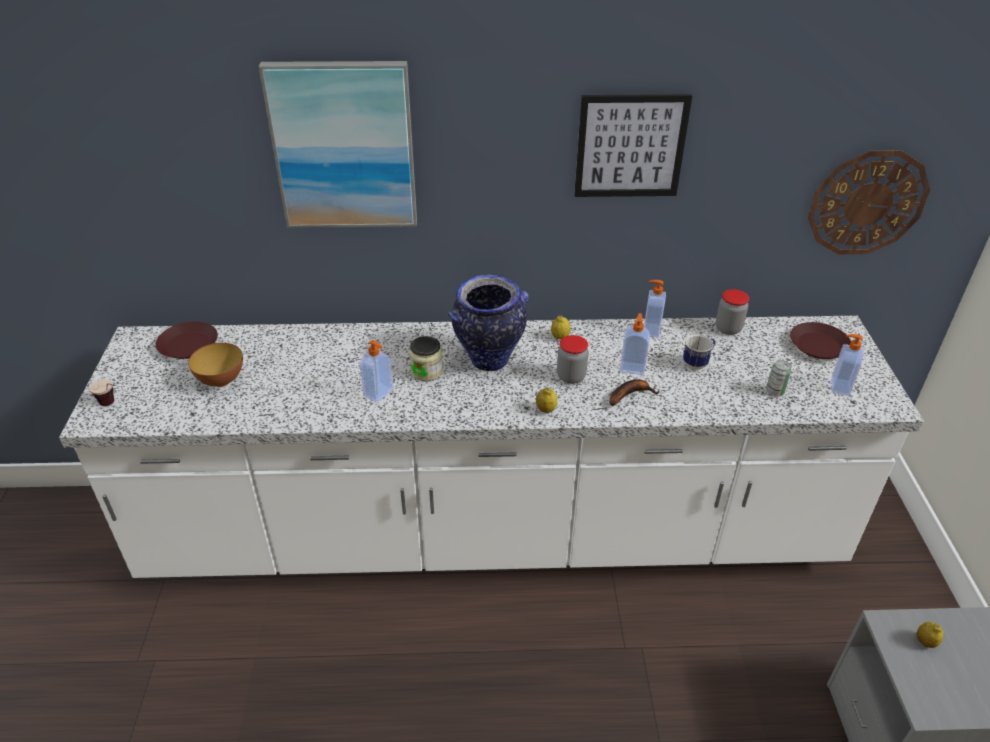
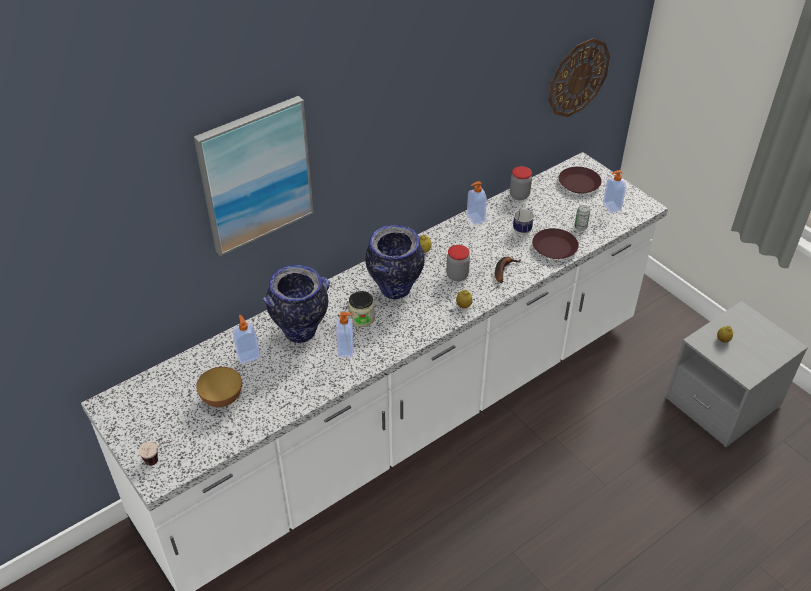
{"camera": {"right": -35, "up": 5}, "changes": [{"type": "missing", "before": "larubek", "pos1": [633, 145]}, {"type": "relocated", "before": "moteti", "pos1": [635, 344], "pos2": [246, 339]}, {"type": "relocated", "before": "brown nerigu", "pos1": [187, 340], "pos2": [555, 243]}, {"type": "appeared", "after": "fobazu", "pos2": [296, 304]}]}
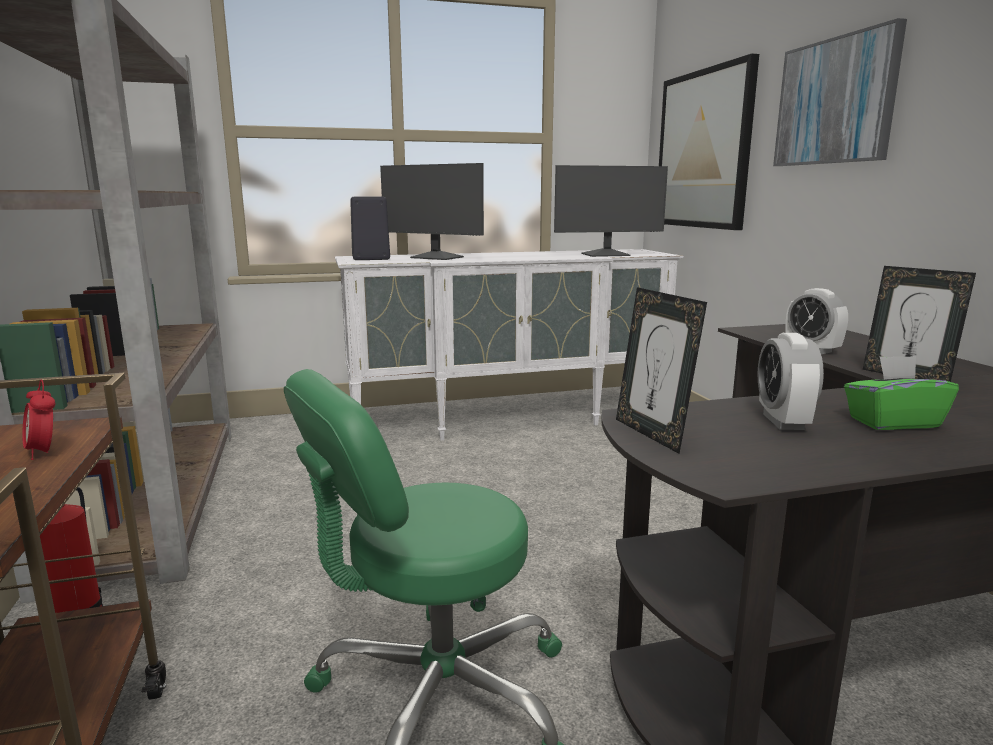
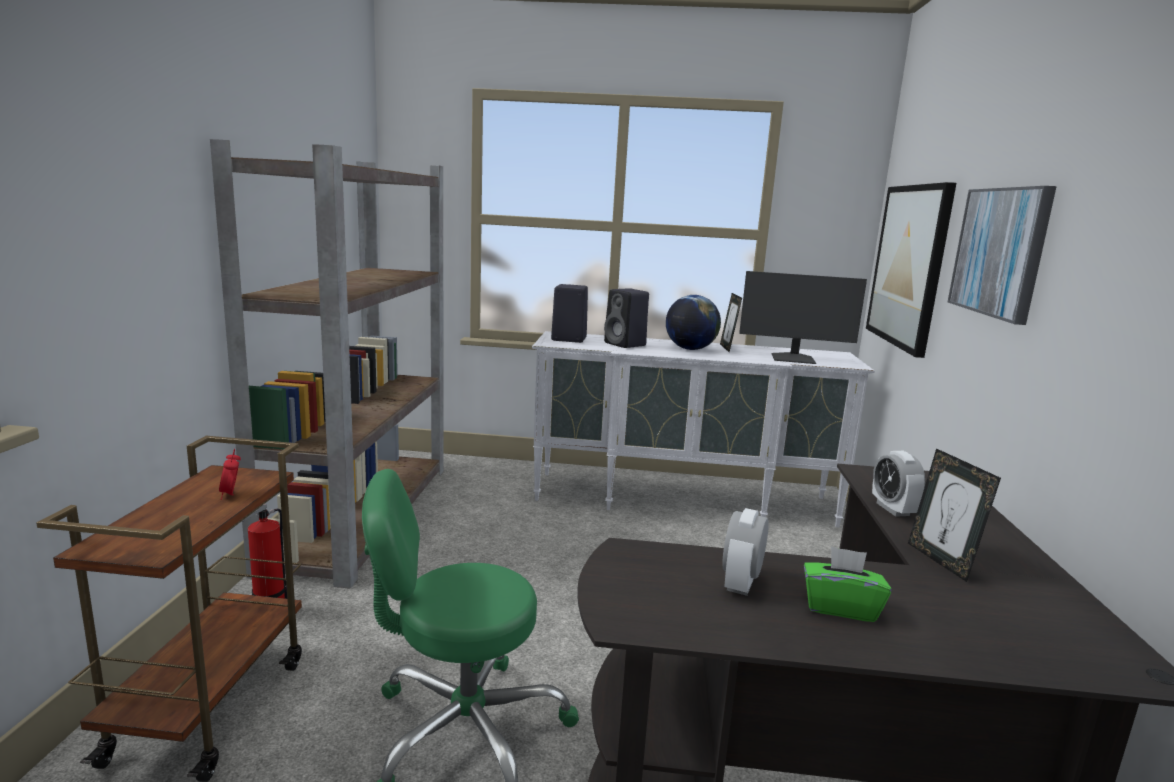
{"camera": {"right": 20, "up": 0}, "changes": [{"type": "exchanged", "before": "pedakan", "after": "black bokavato", "pos1": [432, 211], "pos2": [626, 318]}, {"type": "relocated", "before": "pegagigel", "pos1": [661, 370], "pos2": [731, 322]}, {"type": "appeared", "after": "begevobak", "pos2": [693, 322]}]}
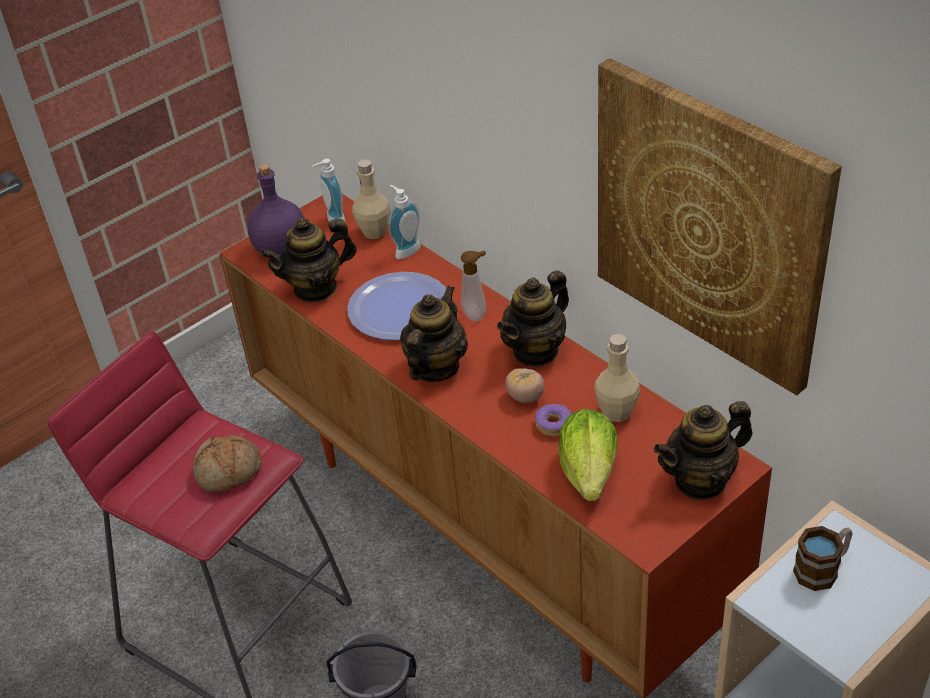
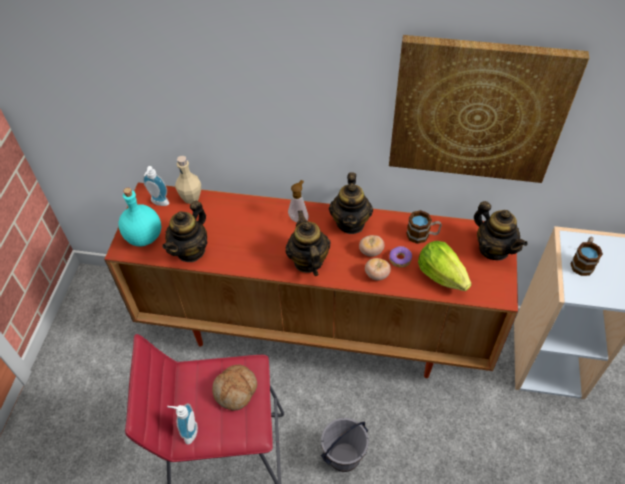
{"camera": {"right": -40, "up": 10}, "changes": [{"type": "colour", "before": "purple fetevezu", "after": "turquoise fetevezu", "pos1": [276, 209], "pos2": [140, 217]}, {"type": "relocated", "before": "moteti", "pos1": [404, 222], "pos2": [182, 424]}, {"type": "missing", "before": "nerigu", "pos1": [396, 306]}, {"type": "exchanged", "before": "beige fetevezu", "after": "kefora", "pos1": [617, 378], "pos2": [424, 227]}, {"type": "spun", "before": "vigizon", "pos1": [703, 450], "pos2": [501, 230], "turn": -60}, {"type": "appeared", "after": "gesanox", "pos2": [378, 269]}]}
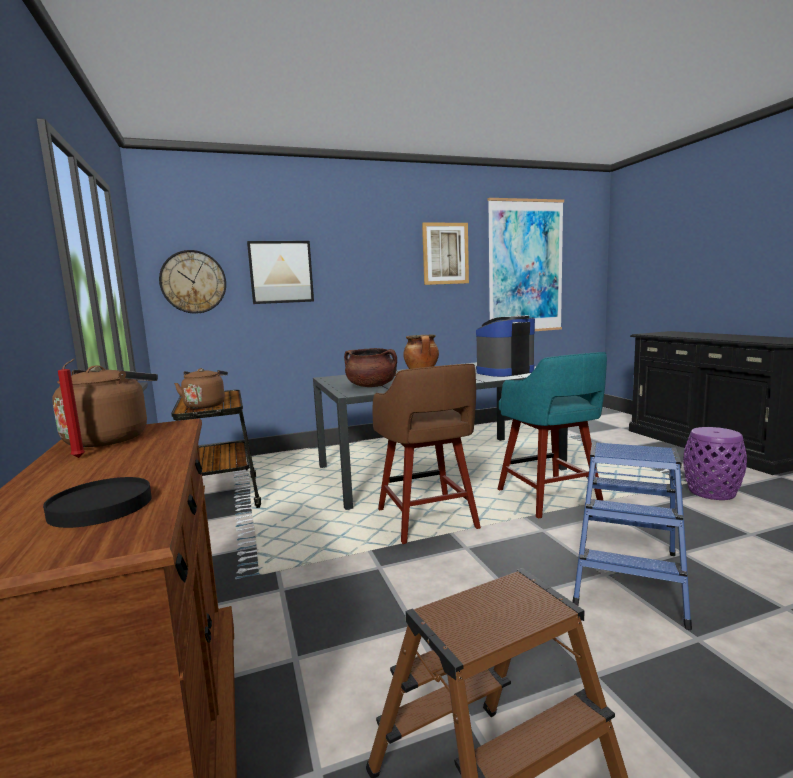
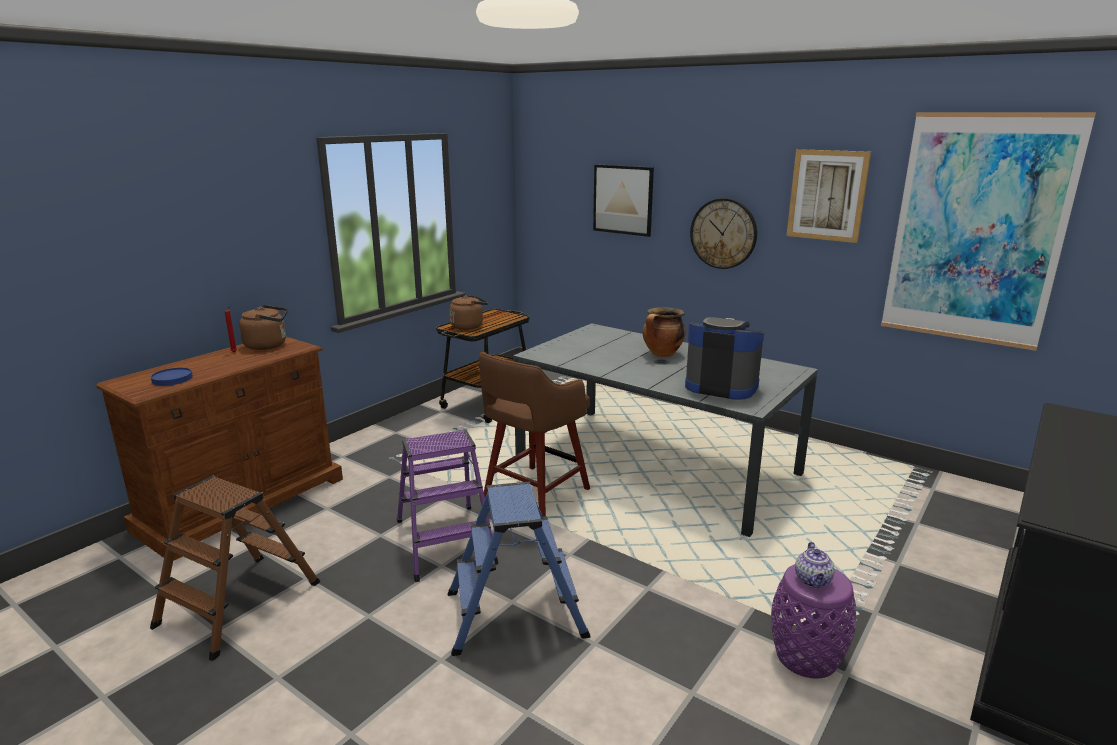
{"camera": {"right": 55, "up": 10}, "changes": [{"type": "relocated", "before": "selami", "pos1": [192, 282], "pos2": [723, 233]}, {"type": "missing", "before": "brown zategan", "pos1": [370, 367]}, {"type": "missing", "before": "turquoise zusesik", "pos1": [552, 435]}, {"type": "colour", "before": "black nerigu", "after": "blue nerigu", "pos1": [97, 502], "pos2": [172, 377]}, {"type": "appeared", "after": "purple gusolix", "pos2": [447, 505]}, {"type": "appeared", "after": "vigizon", "pos2": [815, 565]}]}
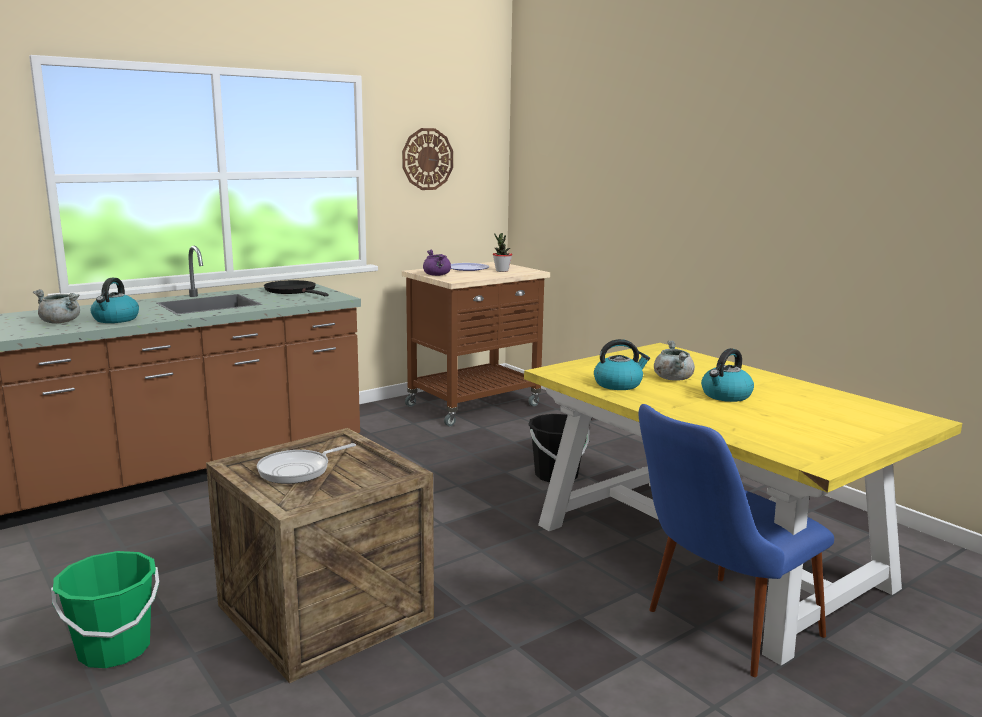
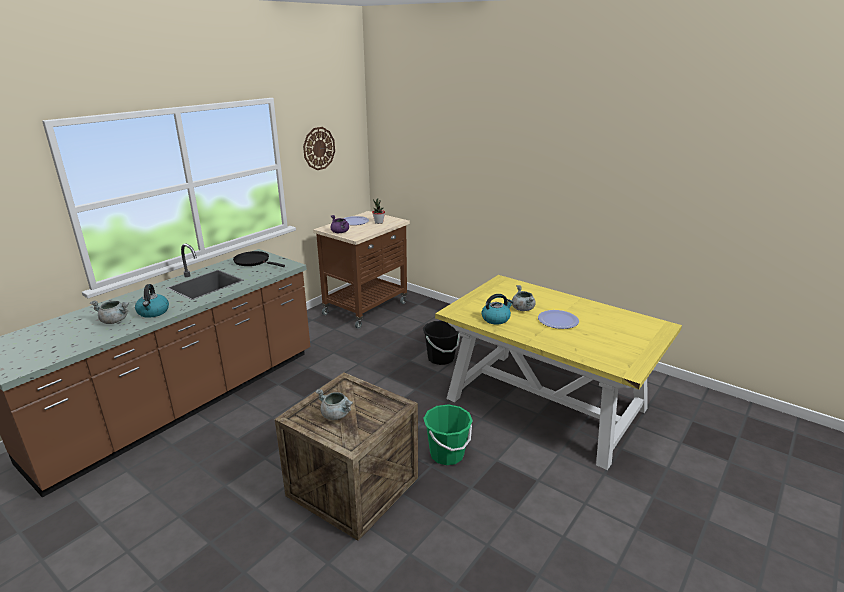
{"camera": {"right": -15, "up": 10}, "changes": [{"type": "exchanged", "before": "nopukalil", "after": "nerigu", "pos1": [727, 375], "pos2": [558, 319]}, {"type": "missing", "before": "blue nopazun", "pos1": [736, 540]}, {"type": "exchanged", "before": "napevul", "after": "grey zategan", "pos1": [306, 463], "pos2": [334, 404]}, {"type": "relocated", "before": "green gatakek", "pos1": [105, 609], "pos2": [448, 434]}]}
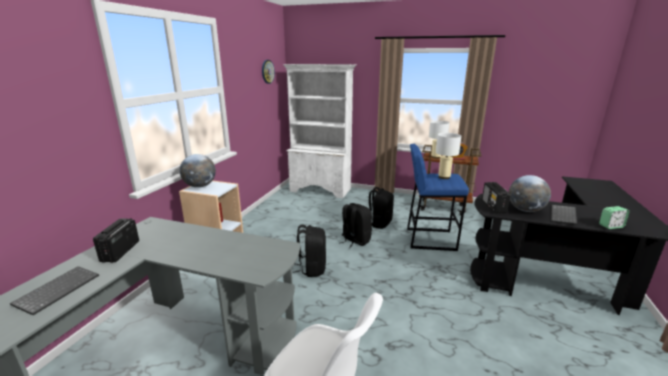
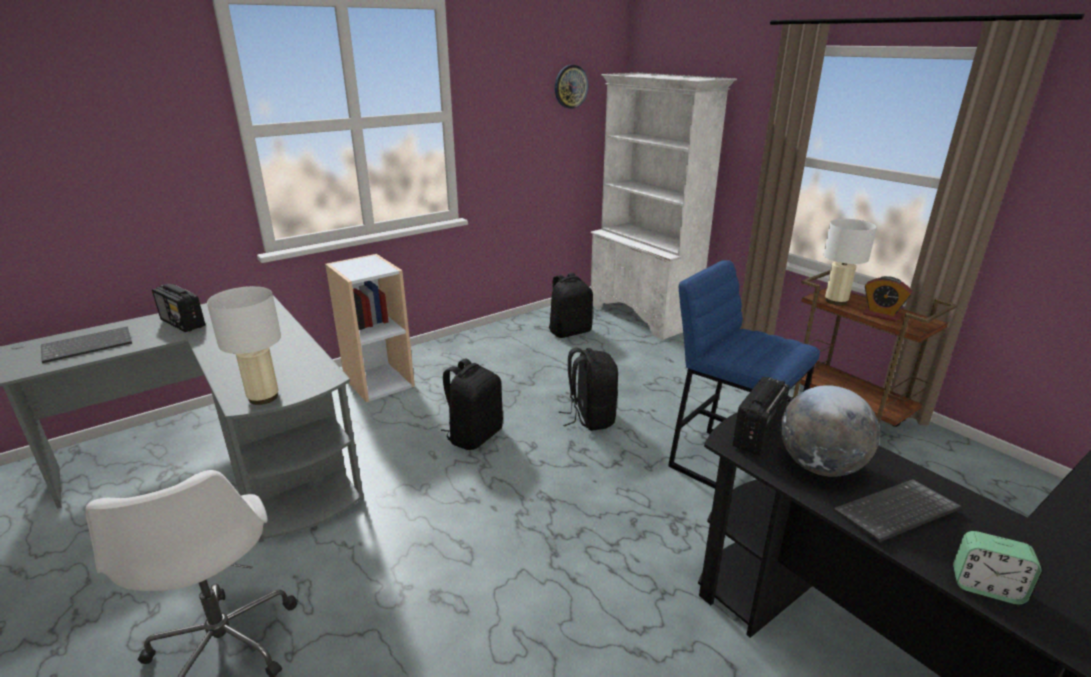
{"camera": {"right": 35, "up": 5}, "changes": [{"type": "relocated", "before": "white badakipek", "pos1": [448, 156], "pos2": [244, 345]}, {"type": "missing", "before": "begevobak", "pos1": [198, 171]}, {"type": "relocated", "before": "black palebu", "pos1": [381, 208], "pos2": [571, 305]}, {"type": "spun", "before": "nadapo", "pos1": [116, 240], "pos2": [178, 308], "turn": -90}]}
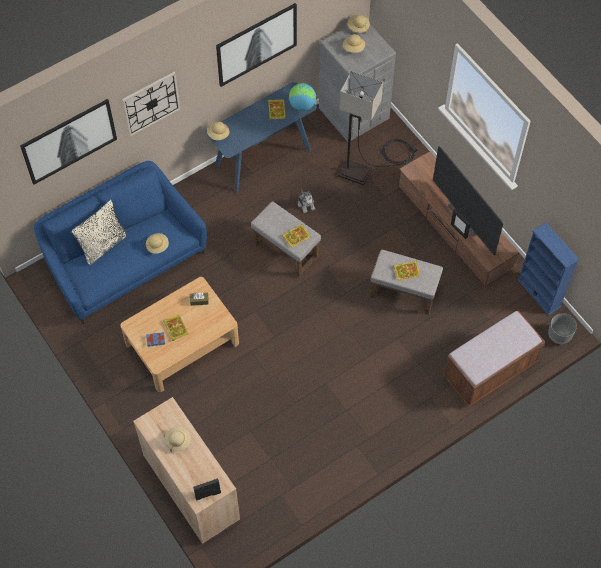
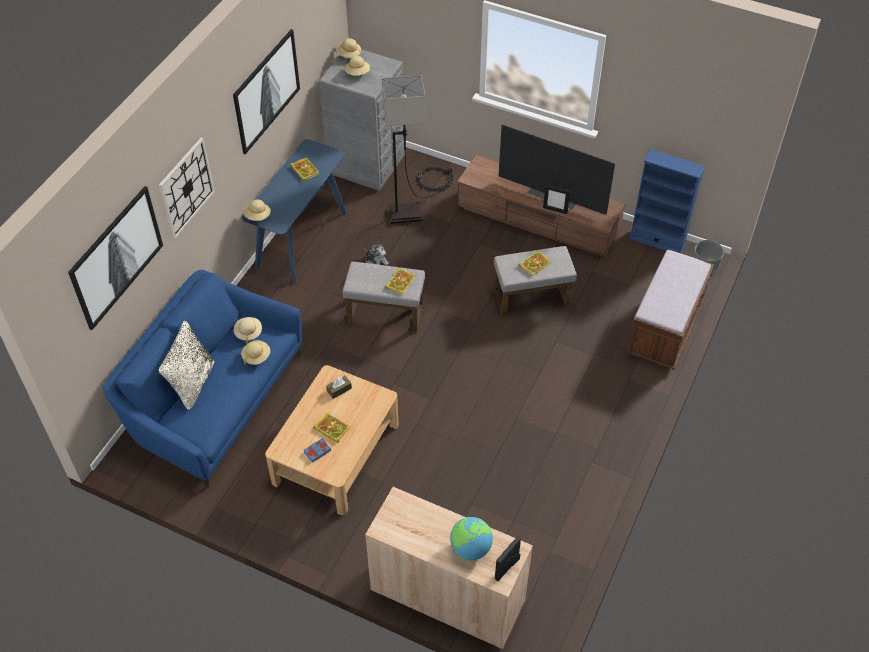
{"camera": {"right": -30, "up": -10}, "changes": [{"type": "relocated", "before": "begevobak", "pos1": [302, 97], "pos2": [471, 538]}, {"type": "relocated", "before": "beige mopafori", "pos1": [178, 439], "pos2": [248, 330]}]}
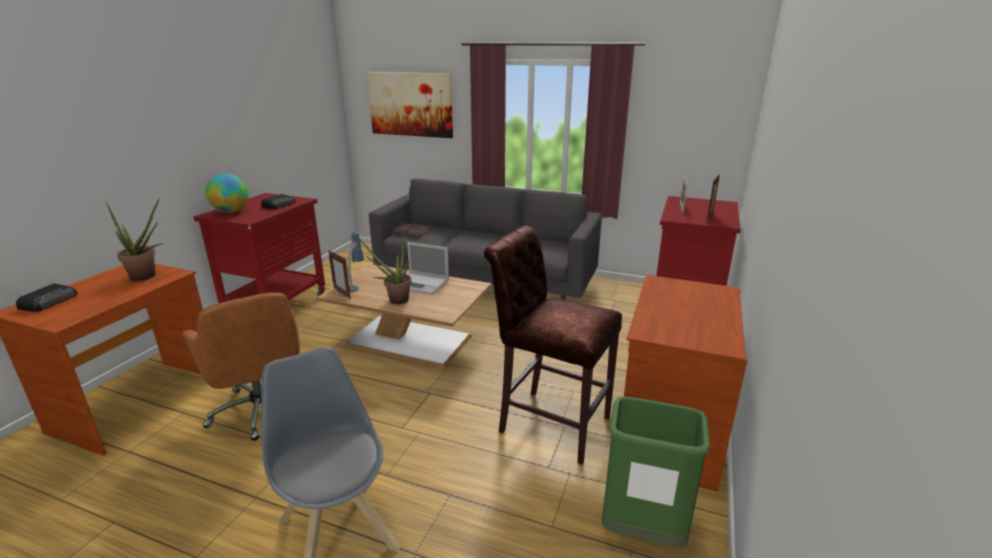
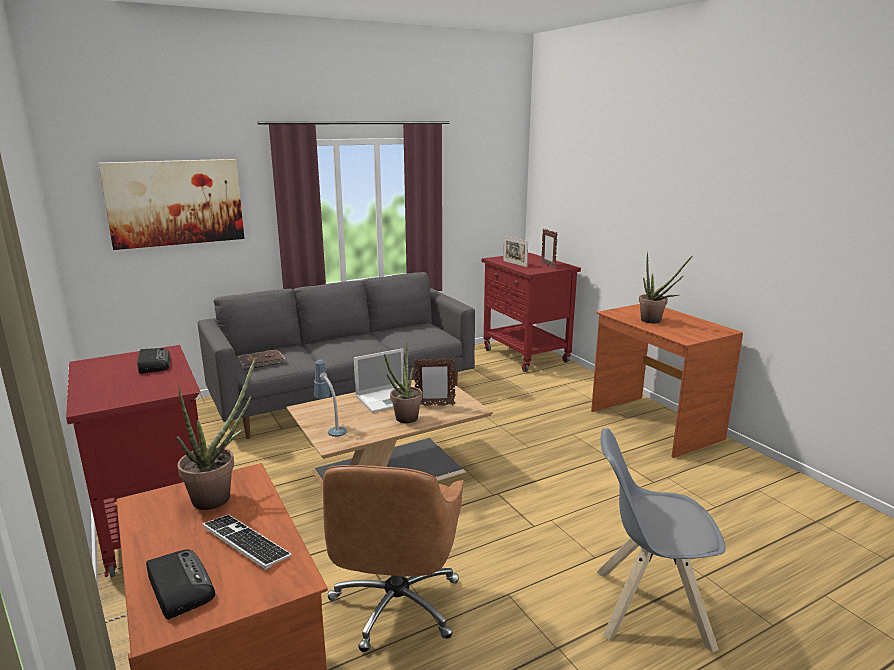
{"camera": {"right": -50, "up": -5}, "changes": [{"type": "missing", "before": "begevobak", "pos1": [227, 193]}, {"type": "missing", "before": "brown zusesik", "pos1": [553, 345]}, {"type": "relocated", "before": "pegagigel", "pos1": [339, 274], "pos2": [435, 382]}, {"type": "spun", "before": "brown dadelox", "pos1": [241, 366], "pos2": [393, 558], "turn": 90}, {"type": "missing", "before": "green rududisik", "pos1": [656, 472]}, {"type": "appeared", "after": "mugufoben", "pos2": [666, 287]}, {"type": "appeared", "after": "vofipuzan", "pos2": [247, 542]}]}
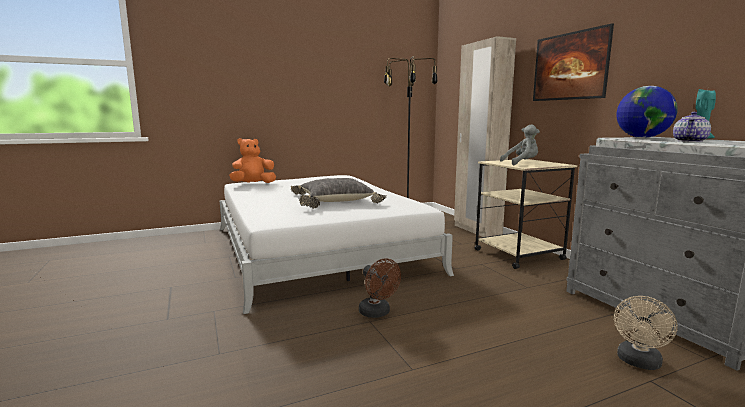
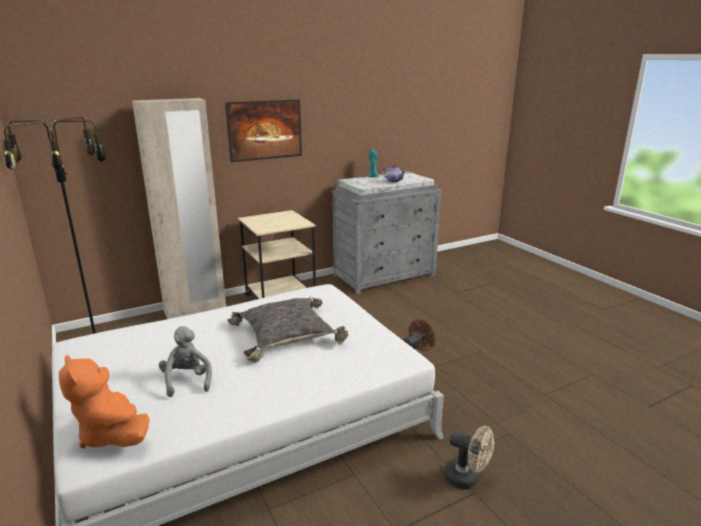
{"camera": {"right": -95, "up": 10}, "changes": [{"type": "missing", "before": "begevobak", "pos1": [647, 112]}, {"type": "relocated", "before": "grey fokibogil", "pos1": [520, 144], "pos2": [185, 361]}, {"type": "relocated", "before": "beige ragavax", "pos1": [646, 333], "pos2": [469, 457]}]}
